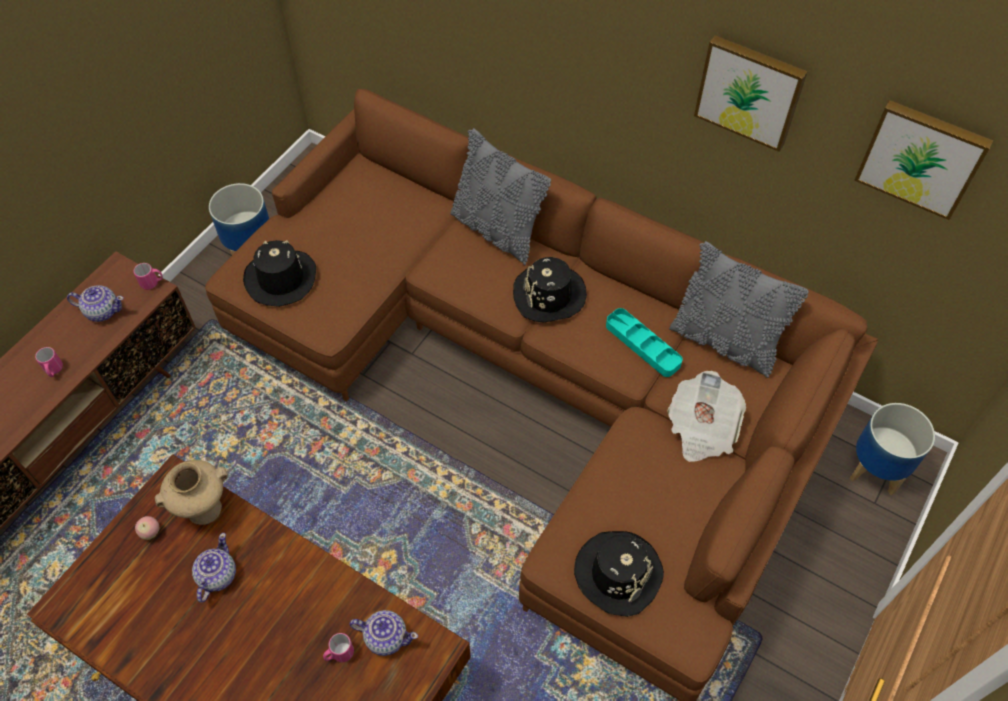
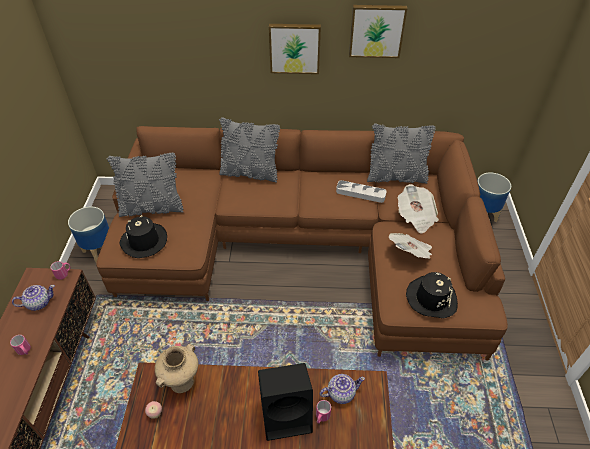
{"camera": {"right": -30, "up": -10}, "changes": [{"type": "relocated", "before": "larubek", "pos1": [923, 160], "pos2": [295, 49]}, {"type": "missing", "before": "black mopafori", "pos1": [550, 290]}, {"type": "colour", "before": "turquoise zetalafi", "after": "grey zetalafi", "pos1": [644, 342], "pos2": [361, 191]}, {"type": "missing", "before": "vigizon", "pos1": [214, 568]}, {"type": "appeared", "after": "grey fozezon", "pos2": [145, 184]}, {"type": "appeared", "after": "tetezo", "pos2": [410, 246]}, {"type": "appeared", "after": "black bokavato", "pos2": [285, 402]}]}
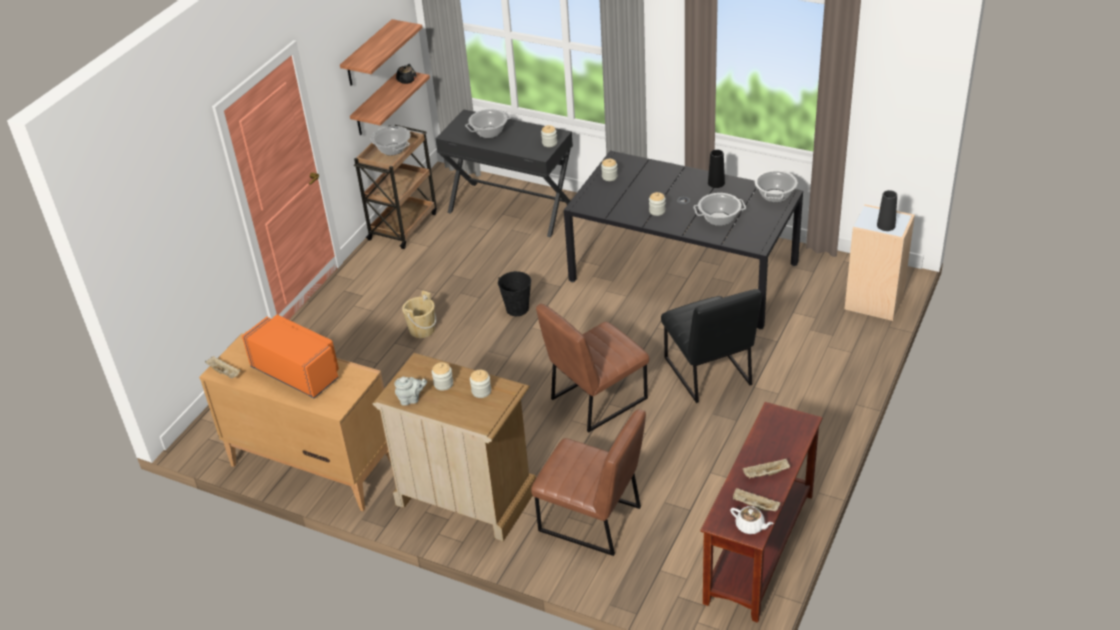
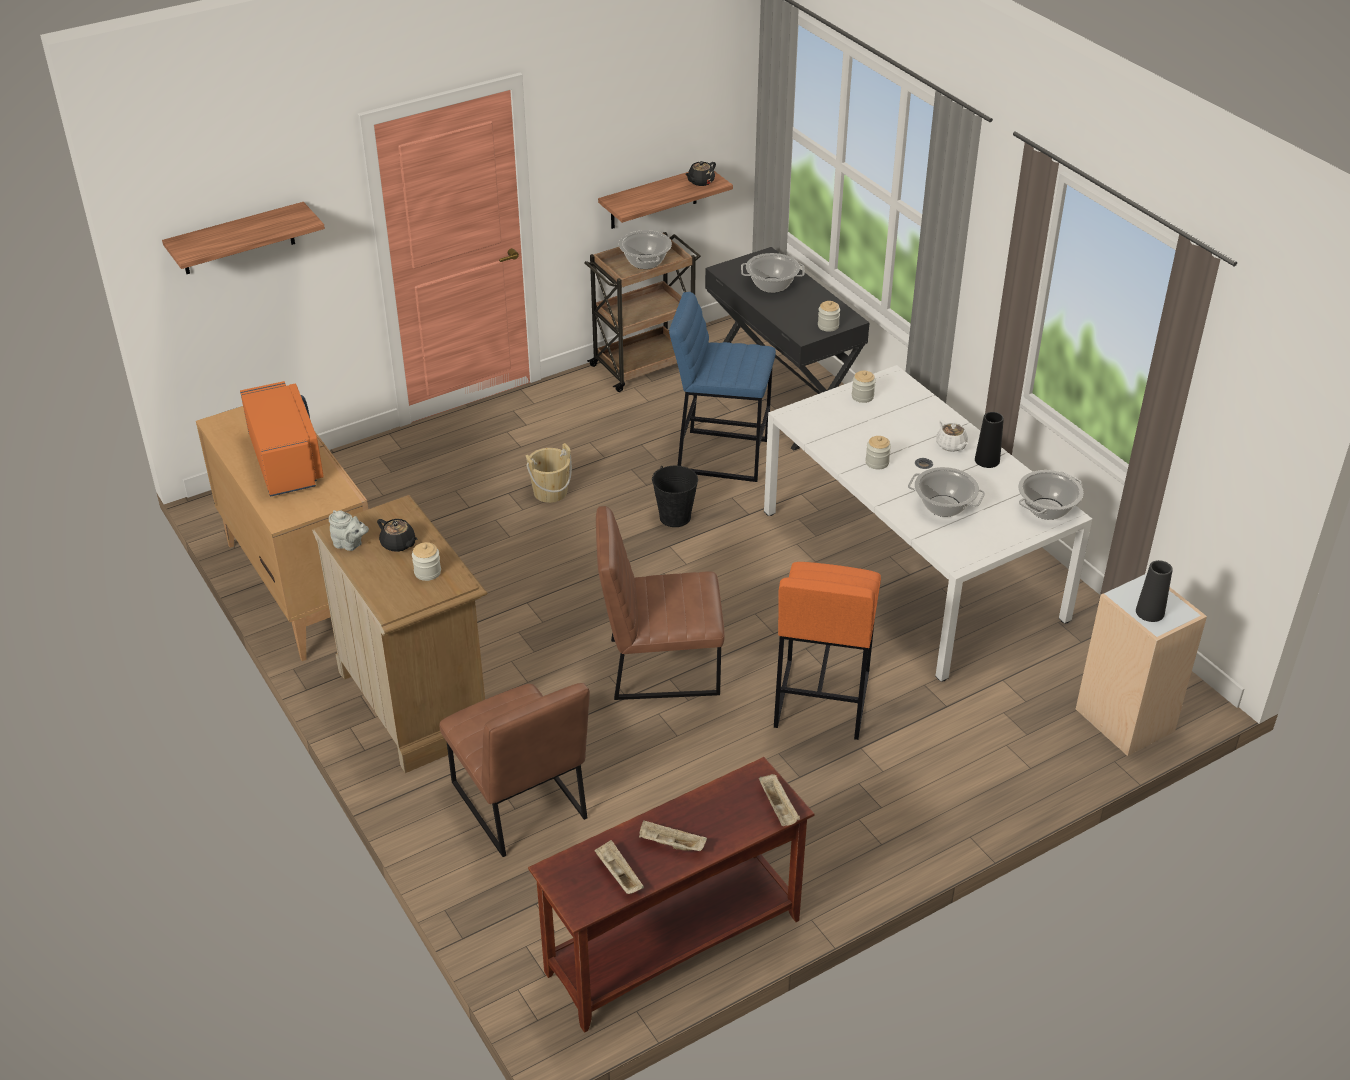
{"camera": {"right": 30, "up": 0}, "changes": [{"type": "relocated", "before": "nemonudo", "pos1": [381, 52], "pos2": [243, 238]}, {"type": "colour", "before": "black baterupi", "after": "white baterupi", "pos1": [683, 240], "pos2": [928, 523]}, {"type": "exchanged", "before": "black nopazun", "after": "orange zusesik", "pos1": [711, 346], "pos2": [827, 651]}, {"type": "relocated", "before": "beige zetalafi", "pos1": [222, 367], "pos2": [779, 800]}, {"type": "exchanged", "before": "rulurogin", "after": "black vigizon", "pos1": [442, 376], "pos2": [397, 535]}, {"type": "relocated", "before": "white vigizon", "pos1": [752, 520], "pos2": [952, 436]}, {"type": "appeared", "after": "blue zusesik", "pos2": [722, 387]}]}
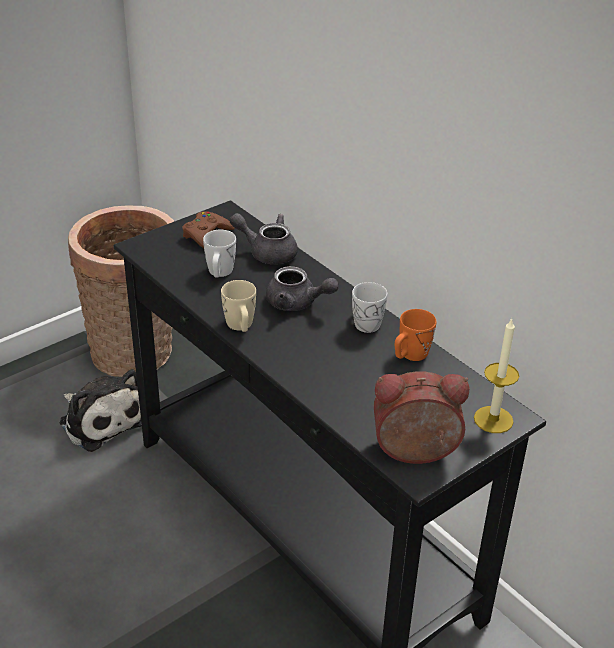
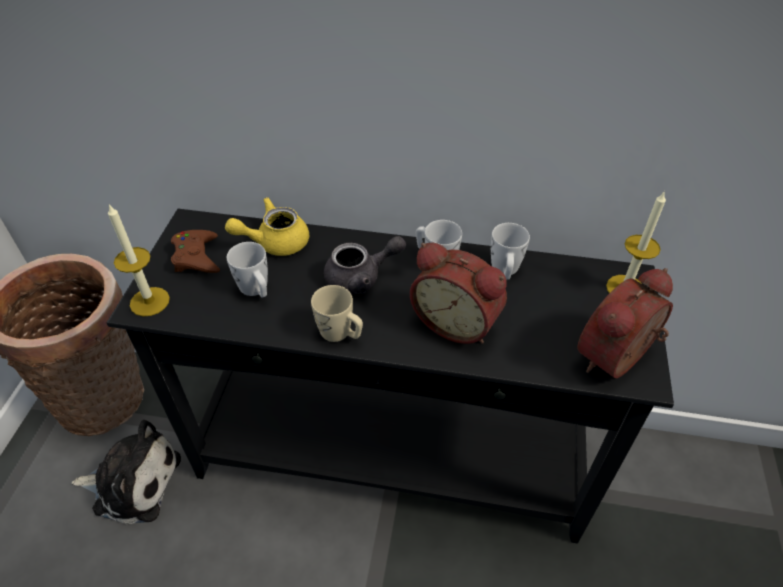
{"camera": {"right": -40, "up": 10}, "changes": [{"type": "colour", "before": "grey vigizon", "after": "yellow vigizon", "pos1": [264, 238], "pos2": [267, 226]}, {"type": "colour", "before": "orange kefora", "after": "white kefora", "pos1": [416, 335], "pos2": [510, 251]}, {"type": "appeared", "after": "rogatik", "pos2": [139, 260]}, {"type": "appeared", "after": "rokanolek", "pos2": [458, 293]}]}
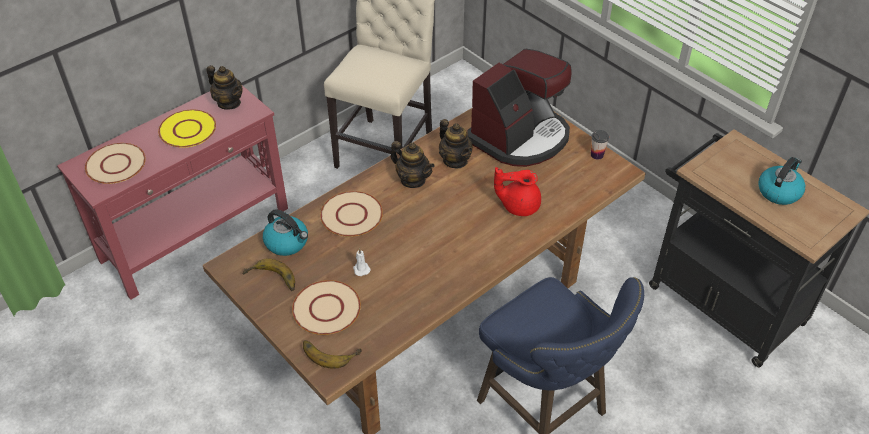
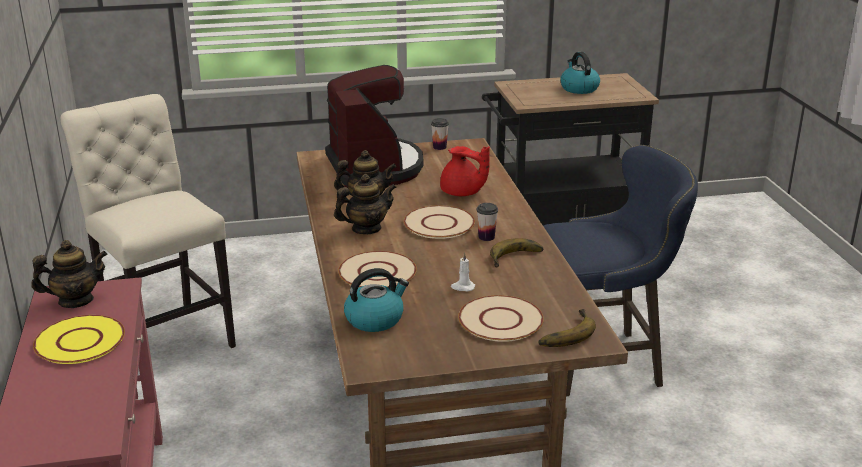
{"camera": {"right": -60, "up": -20}, "changes": [{"type": "relocated", "before": "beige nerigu", "pos1": [115, 163], "pos2": [439, 222]}, {"type": "spun", "before": "red vigizon", "pos1": [517, 191], "pos2": [465, 171], "turn": -90}, {"type": "relocated", "before": "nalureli", "pos1": [268, 275], "pos2": [516, 252]}, {"type": "appeared", "after": "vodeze", "pos2": [487, 222]}]}
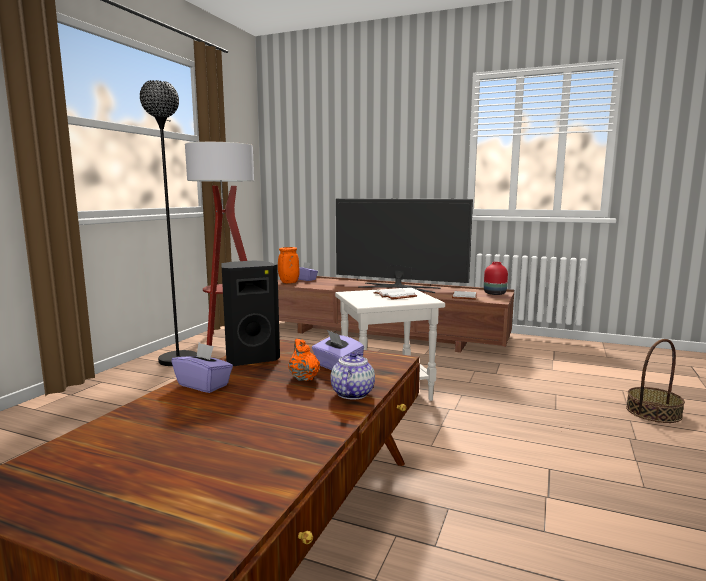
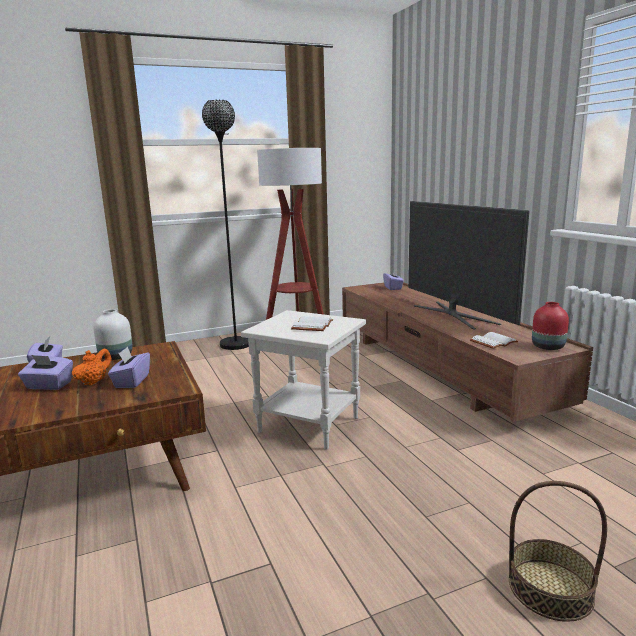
{"camera": {"right": 45, "up": 5}, "changes": [{"type": "missing", "before": "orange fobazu", "pos1": [289, 265]}, {"type": "exchanged", "before": "black bokavato", "after": "white fobazu", "pos1": [250, 313], "pos2": [113, 334]}, {"type": "missing", "before": "vigizon", "pos1": [353, 376]}, {"type": "appeared", "after": "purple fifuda", "pos2": [45, 372]}]}
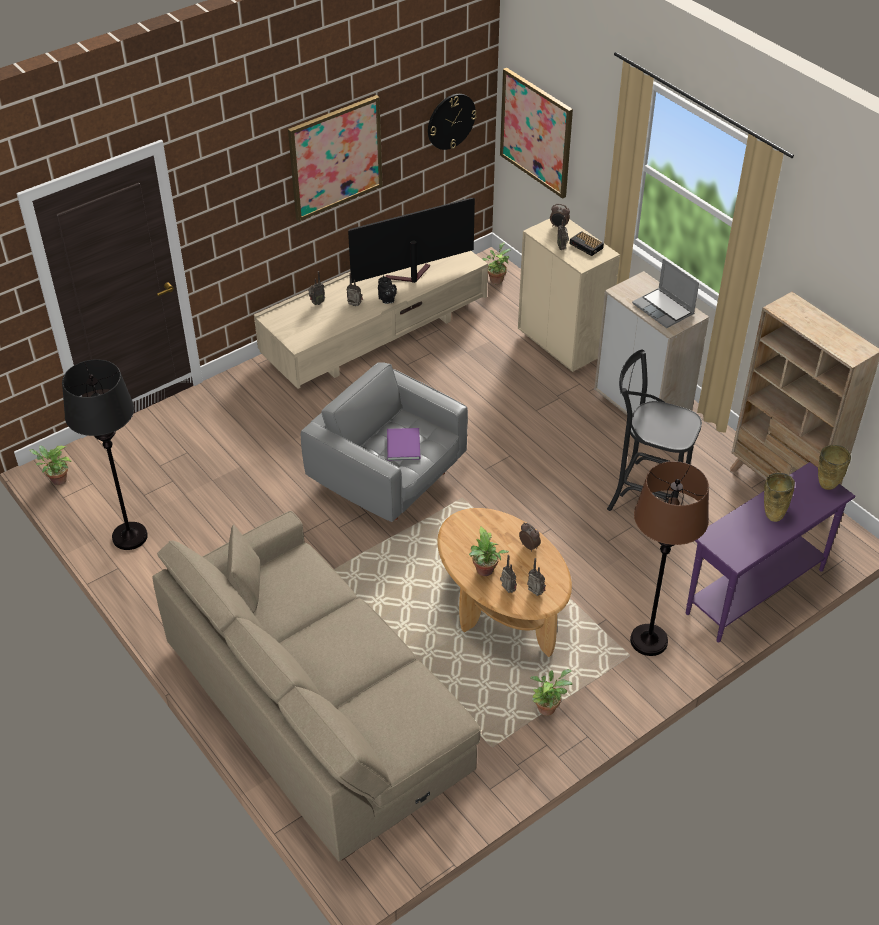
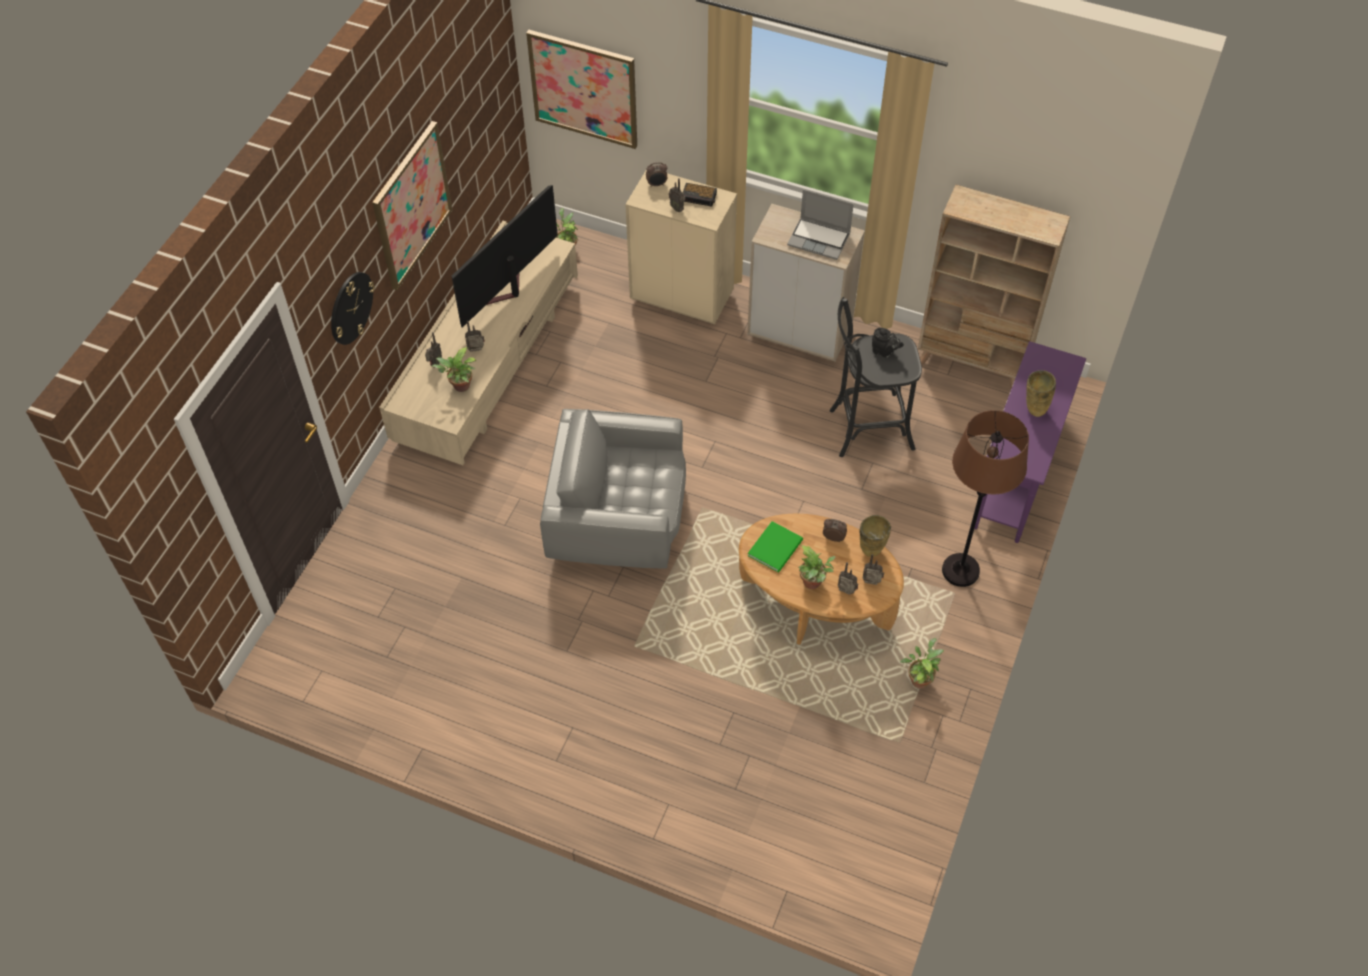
{"camera": {"right": -30, "up": 10}, "changes": [{"type": "relocated", "before": "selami", "pos1": [452, 122], "pos2": [353, 308]}, {"type": "relocated", "before": "black vigizon", "pos1": [387, 289], "pos2": [888, 342]}, {"type": "missing", "before": "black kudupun", "pos1": [105, 454]}, {"type": "missing", "before": "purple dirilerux", "pos1": [404, 444]}, {"type": "relocated", "before": "beige fobazu", "pos1": [834, 467], "pos2": [875, 536]}, {"type": "relocated", "before": "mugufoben", "pos1": [50, 465], "pos2": [453, 369]}, {"type": "missing", "before": "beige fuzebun", "pos1": [316, 686]}, {"type": "appeared", "after": "green dirilerux", "pos2": [775, 547]}]}
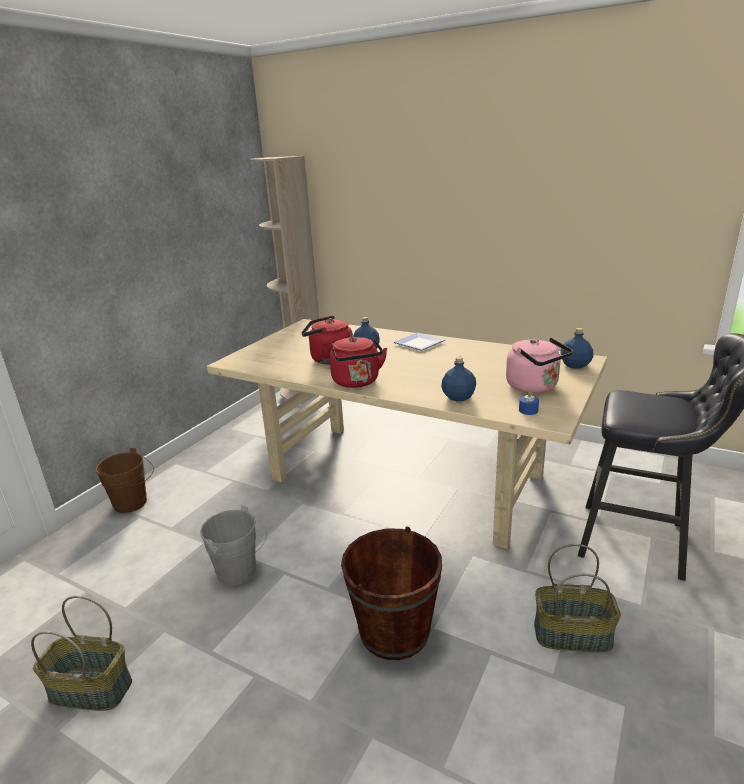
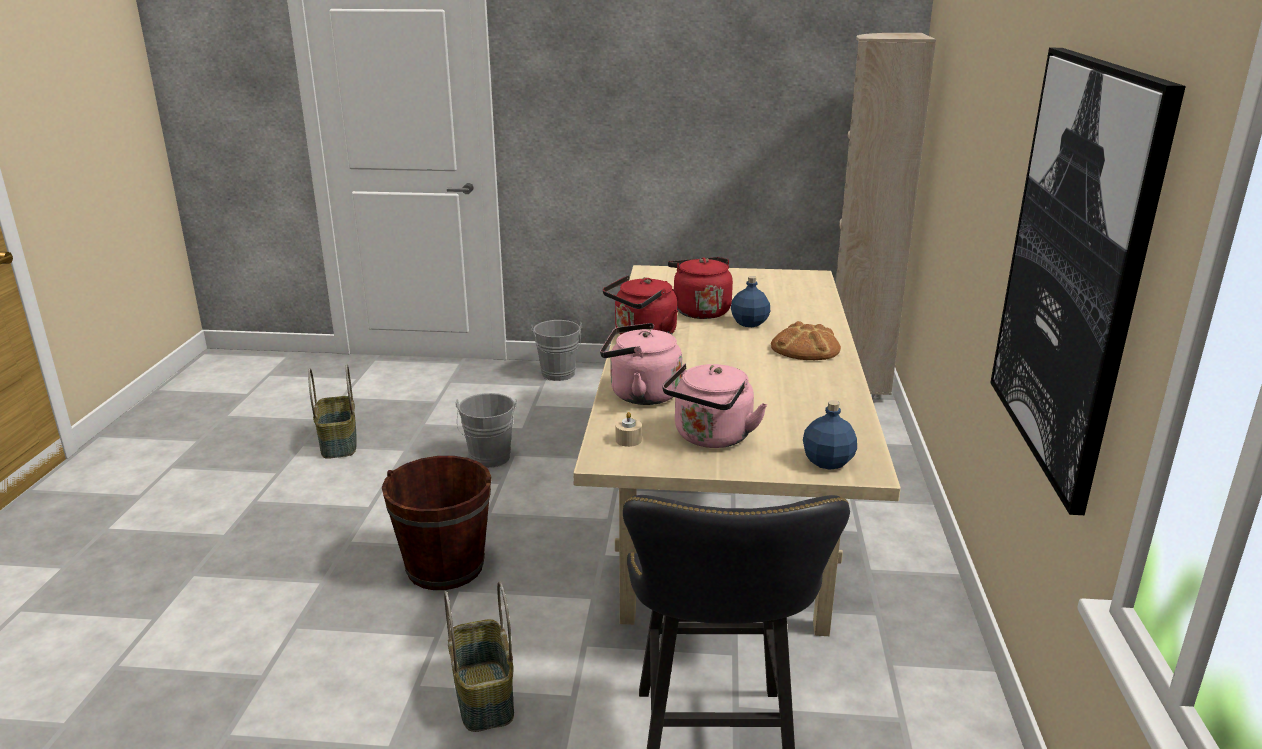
{"camera": {"right": 65, "up": 0}, "changes": [{"type": "exchanged", "before": "nerigu", "after": "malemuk", "pos1": [419, 342], "pos2": [806, 340]}, {"type": "exchanged", "before": "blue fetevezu", "after": "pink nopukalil", "pos1": [458, 379], "pos2": [641, 364]}, {"type": "colour", "before": "blue rogatik", "after": "beige rogatik", "pos1": [529, 402], "pos2": [629, 429]}, {"type": "colour", "before": "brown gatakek", "after": "grey gatakek", "pos1": [124, 480], "pos2": [556, 350]}, {"type": "appeared", "after": "larubek", "pos2": [1088, 281]}]}
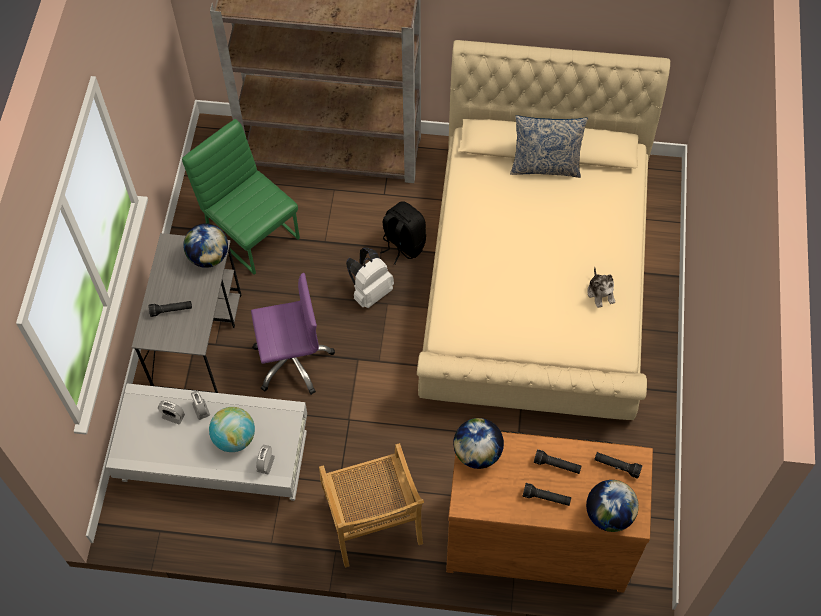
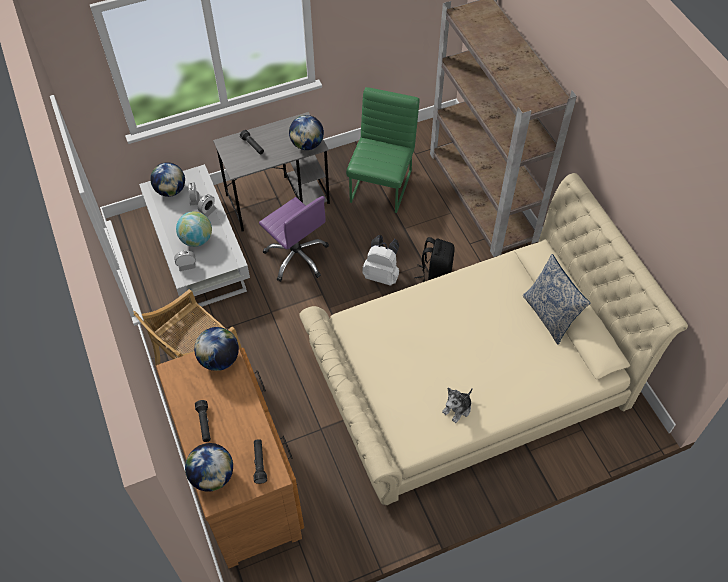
{"camera": {"right": 60, "up": -5}, "changes": [{"type": "missing", "before": "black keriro", "pos1": [558, 461]}, {"type": "appeared", "after": "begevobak", "pos2": [167, 179]}]}
